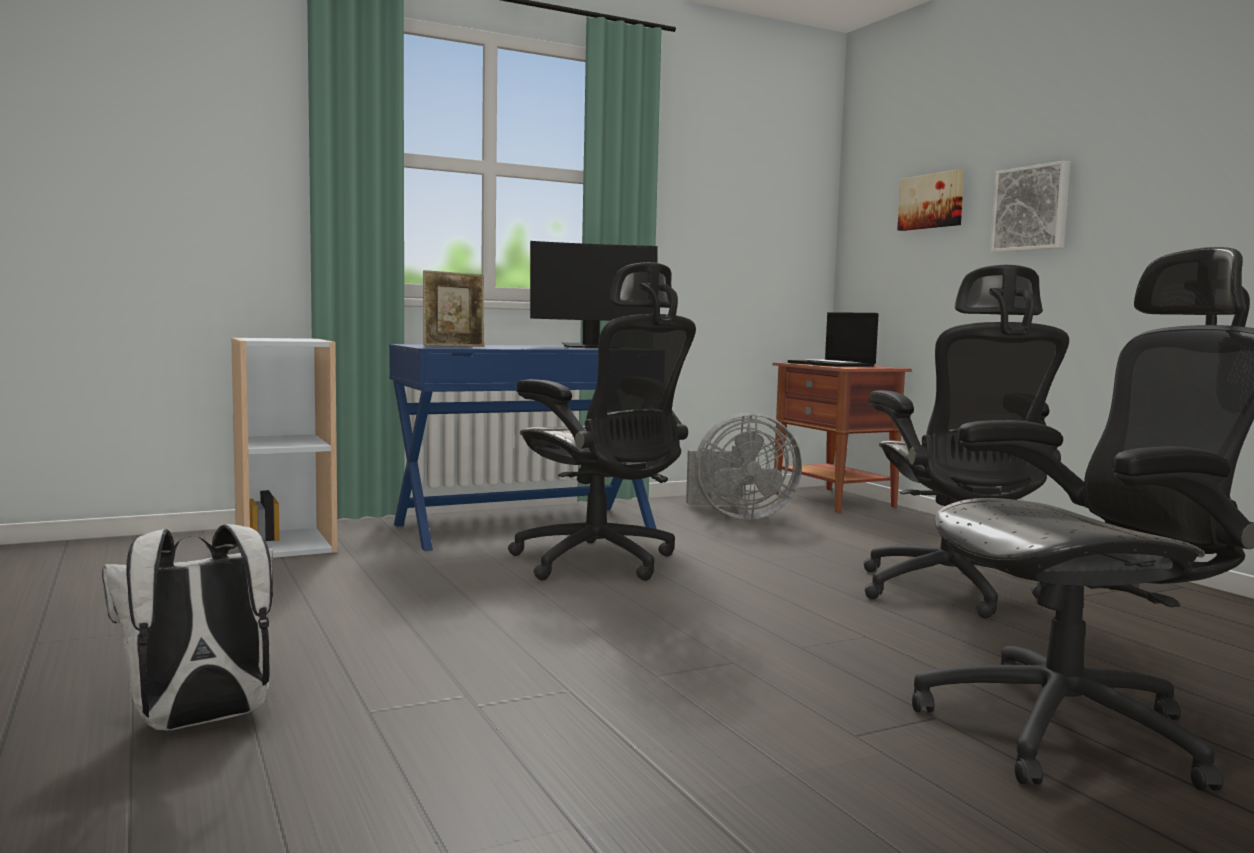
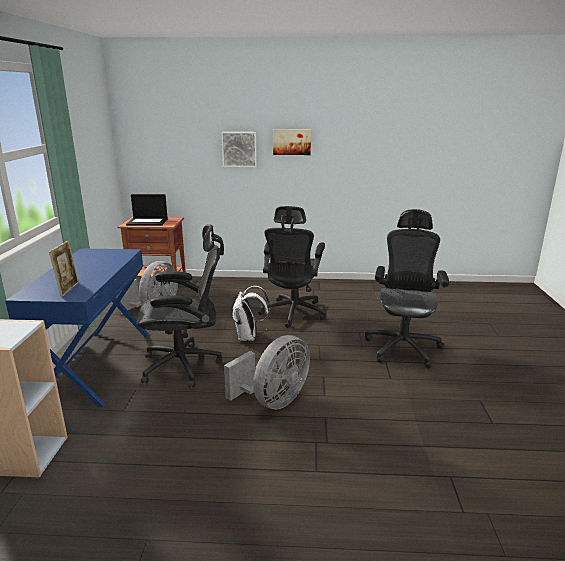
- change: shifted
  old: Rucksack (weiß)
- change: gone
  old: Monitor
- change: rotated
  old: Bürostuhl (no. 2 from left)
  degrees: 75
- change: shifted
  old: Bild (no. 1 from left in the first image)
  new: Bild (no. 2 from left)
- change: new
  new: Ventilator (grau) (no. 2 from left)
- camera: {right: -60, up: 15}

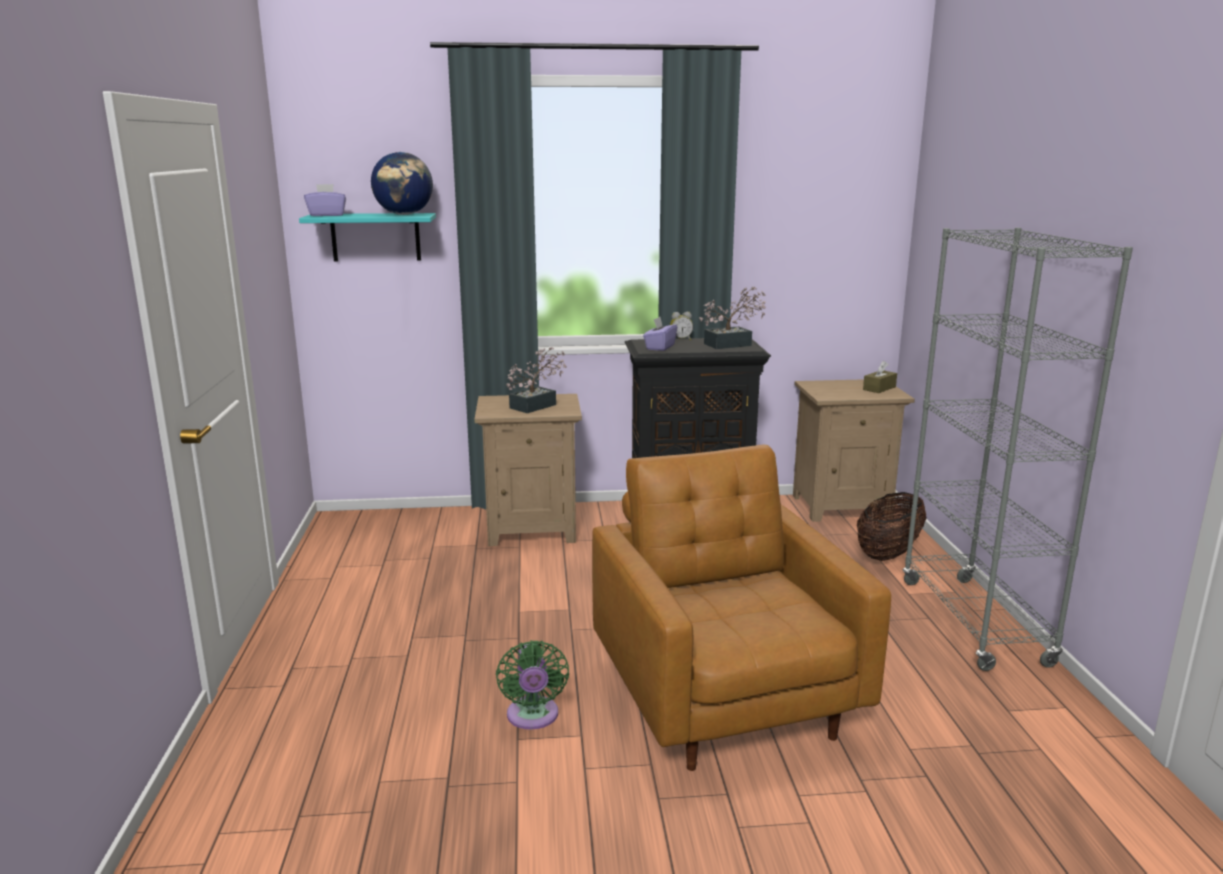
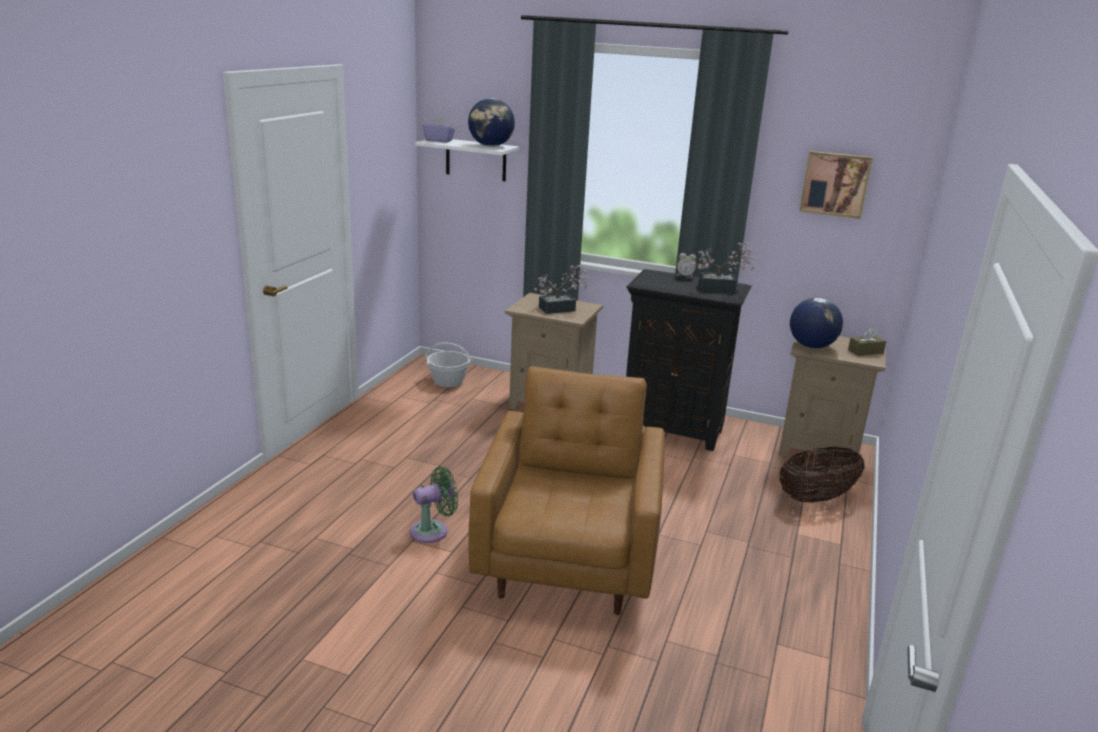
- change: repainted
  old: Wandregal (türkis)
  new: Wandregal (weiß)
- change: rotated
  old: Ventilator (grün)
  degrees: -135
- change: gone
  old: Taschentuchbox (lila) (no. 2 from left)
- change: gone
  old: Bücherregal (grau)
- change: new
  new: Korb (no. 1 from left)
- change: new
  new: Globus (no. 2 from left)
- change: new
  new: Bild
- camera: {right: 25, up: 5}

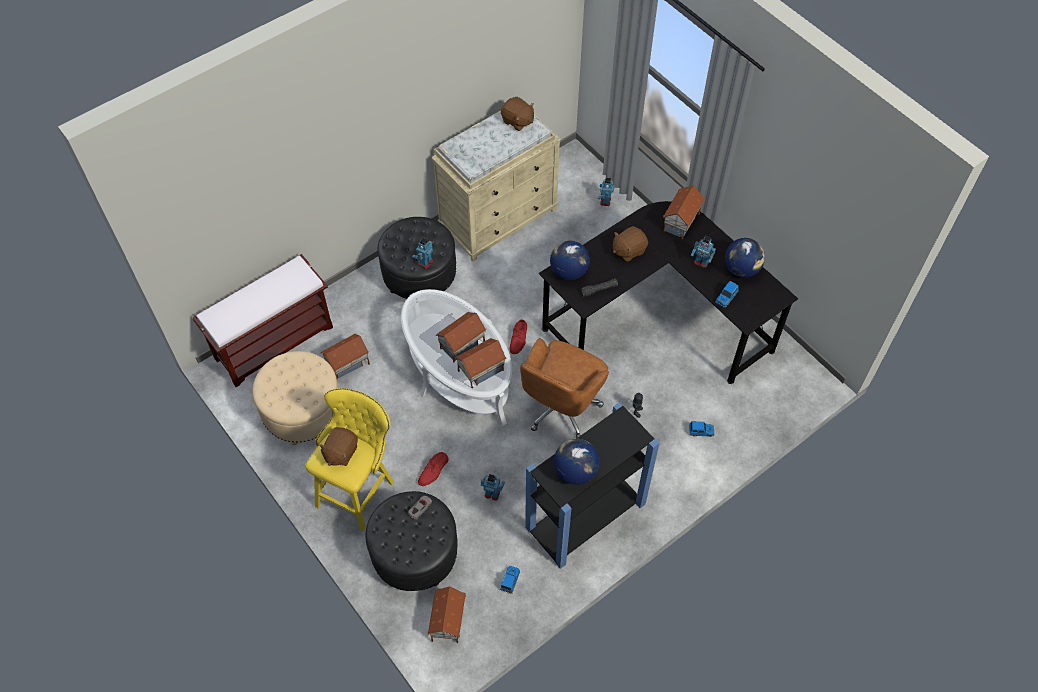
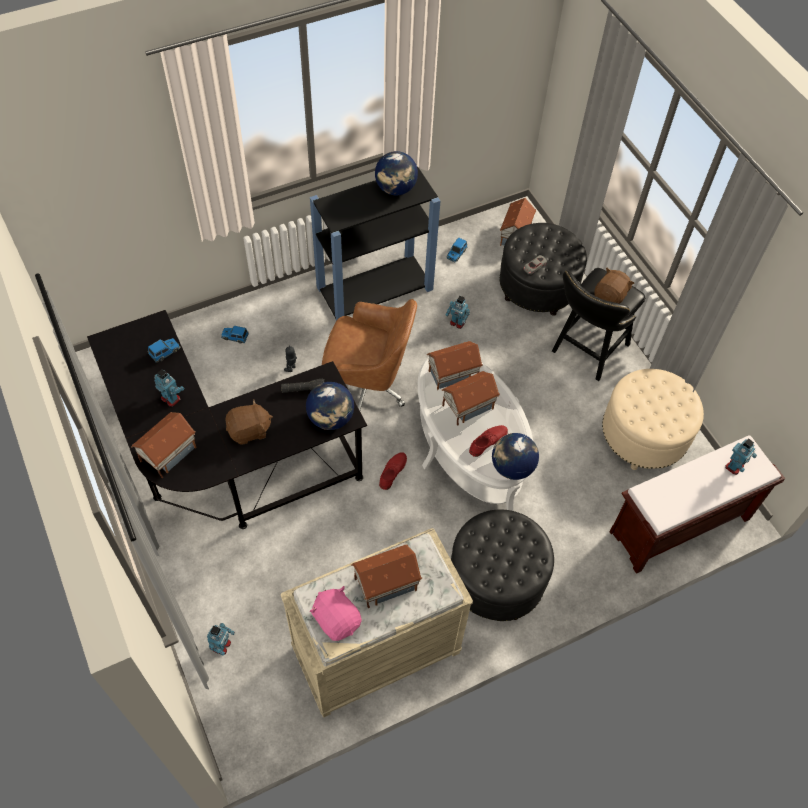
- change: repainted
  old: Hocker (gelb)
  new: Hocker (schwarz)
- change: shifted
  old: Spielzeughaus (no. 1 from left in the first image)
  new: Spielzeughaus (no. 2 from left)
- change: shifted
  old: Spielzeugroboter (no. 1 from left in the first image)
  new: Spielzeugroboter (no. 5 from left)
- change: shifted
  old: Schuh (rot) (no. 1 from left in the first image)
  new: Schuh (rot) (no. 2 from left)
- change: repainted
  old: Plüschtier (braun) (no. 2 from left)
  new: Plüschtier (rosa)
- change: rotated
  old: Bürostuhl (braun)
  degrees: 60
- change: shifted
  old: Globus (no. 3 from left)
- camera: {right: -170, up: 0}

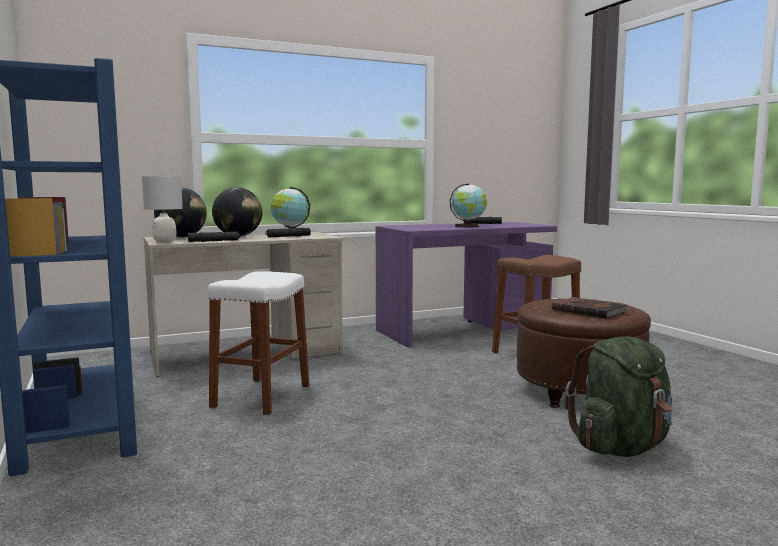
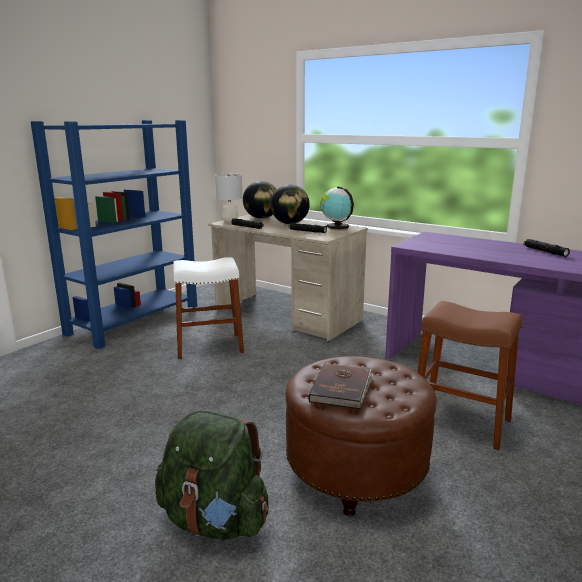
- change: gone
  old: Globus (no. 4 from left)
- camera: {right: 60, up: 10}

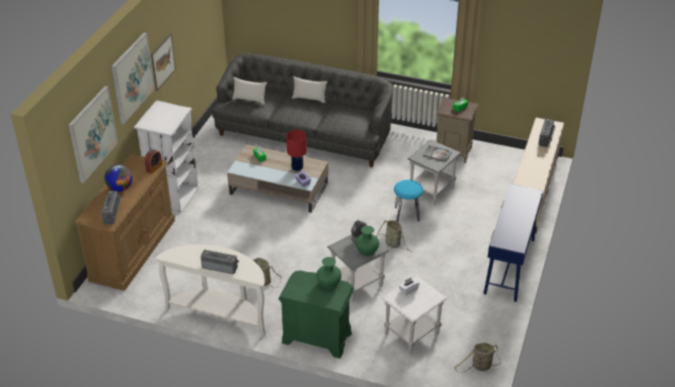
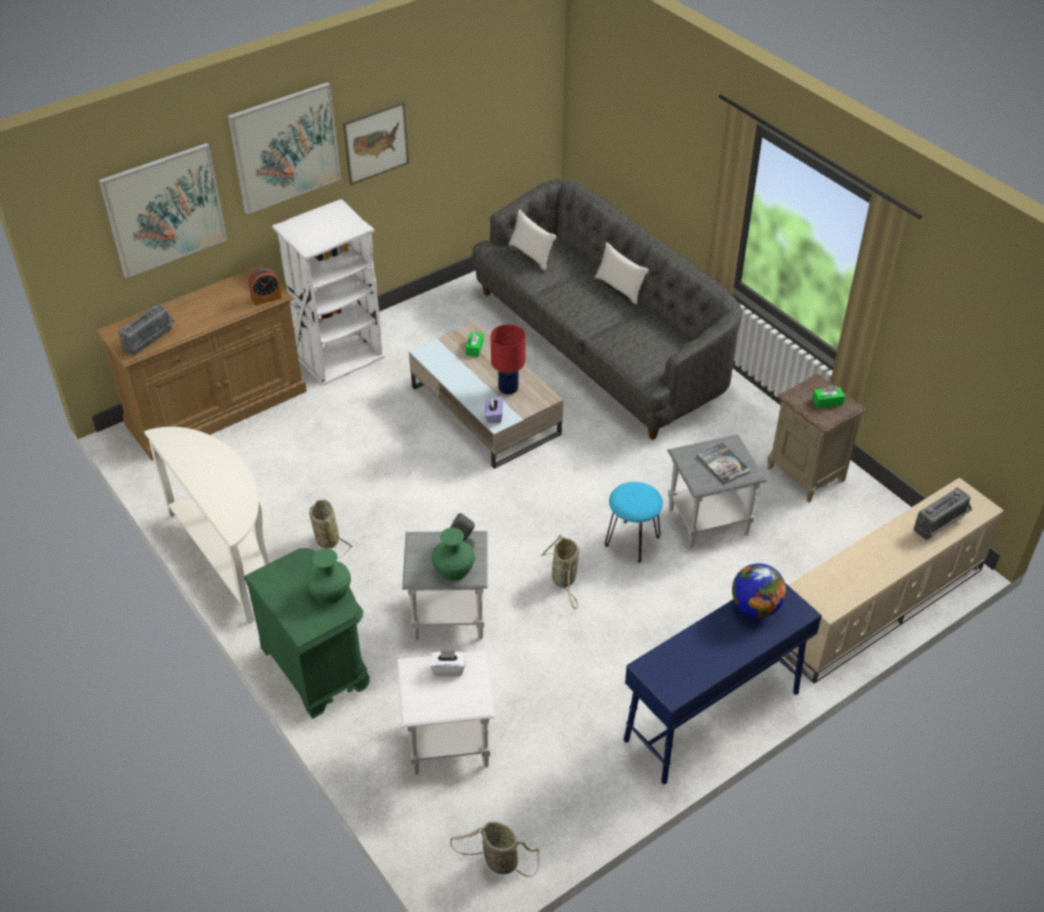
- change: shifted
  old: Globus
- change: gone
  old: Radio (no. 2 from left)
- camera: {right: 35, up: 5}

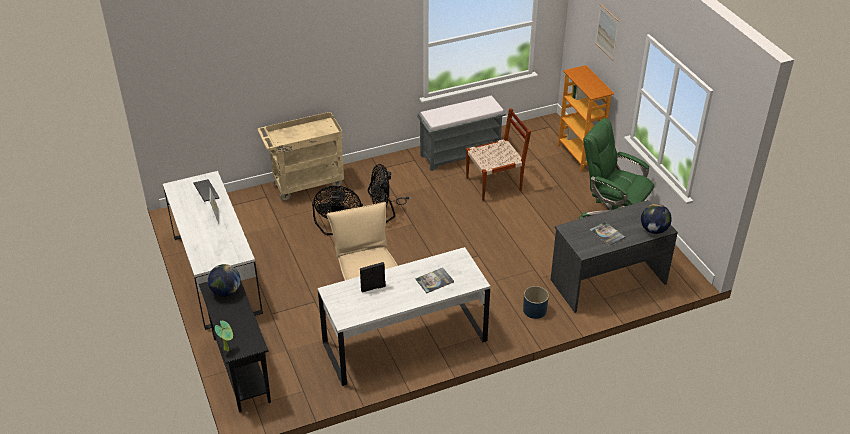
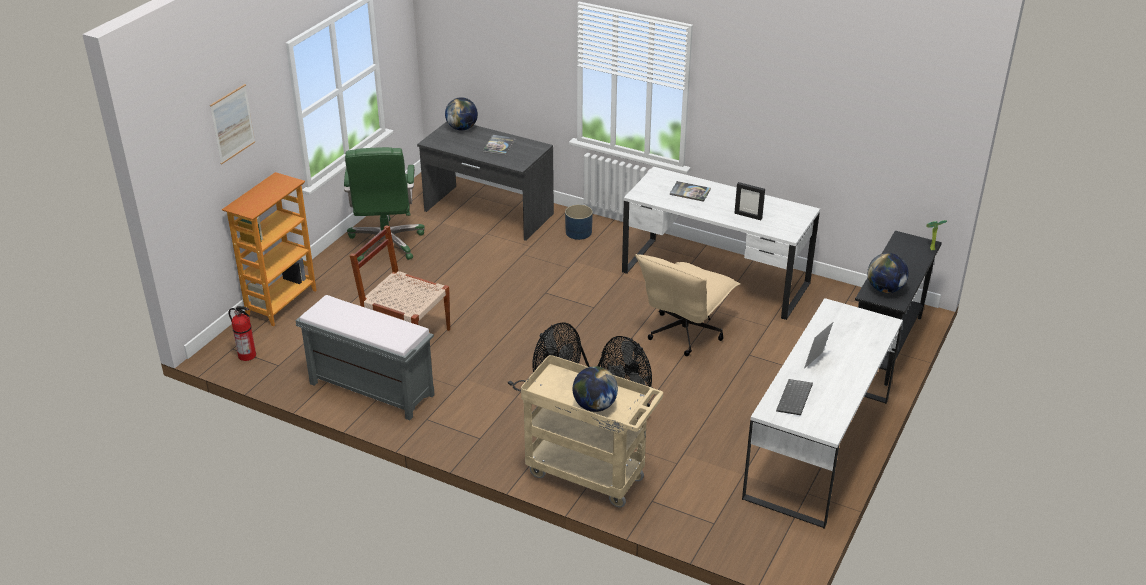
- change: new
  new: Feuerlöscher
- change: new
  new: Globus (no. 2 from left)
- camera: {right: -130, up: -5}

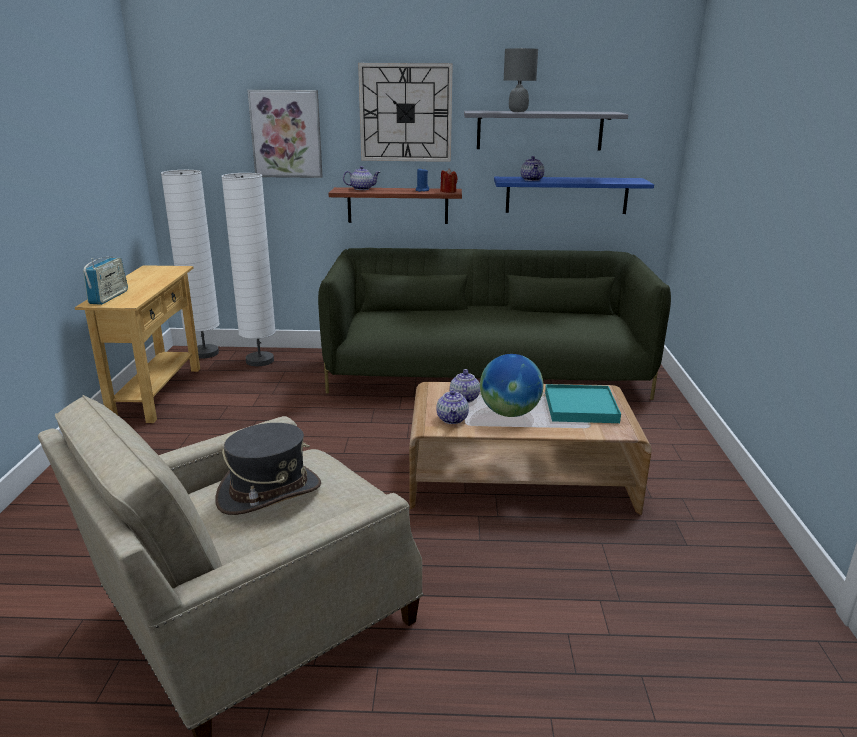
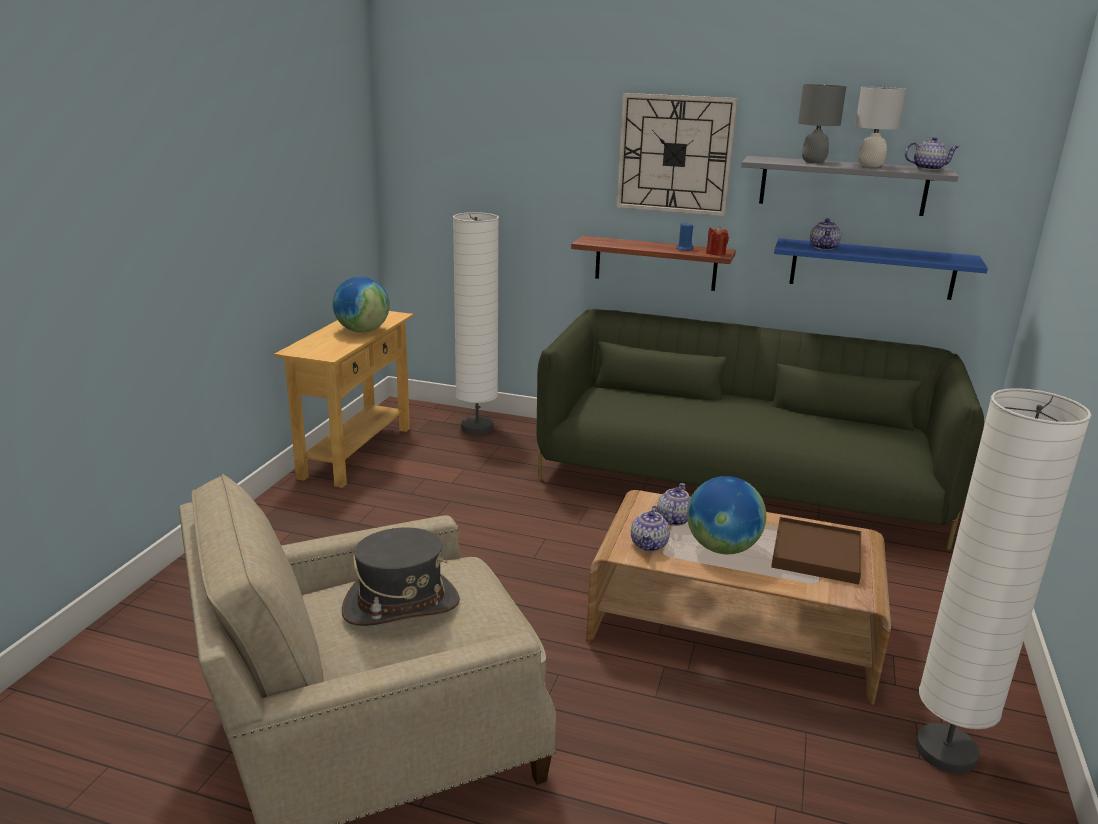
- change: gone
  old: Radio
- change: shifted
  old: Stehlampe (weiß) (no. 1 from left in the first image)
  new: Stehlampe (weiß) (no. 2 from left)
- change: gone
  old: Bild
- change: shifted
  old: Teekanne (no. 1 from left in the first image)
  new: Teekanne (no. 4 from left)
- change: repainted
  old: Tablett (türkis)
  new: Tablett (braun)
- change: new
  new: Globus (no. 1 from left)
- change: new
  new: Tischlampe (grau) (no. 2 from left)
- camera: {right: 15, up: 0}

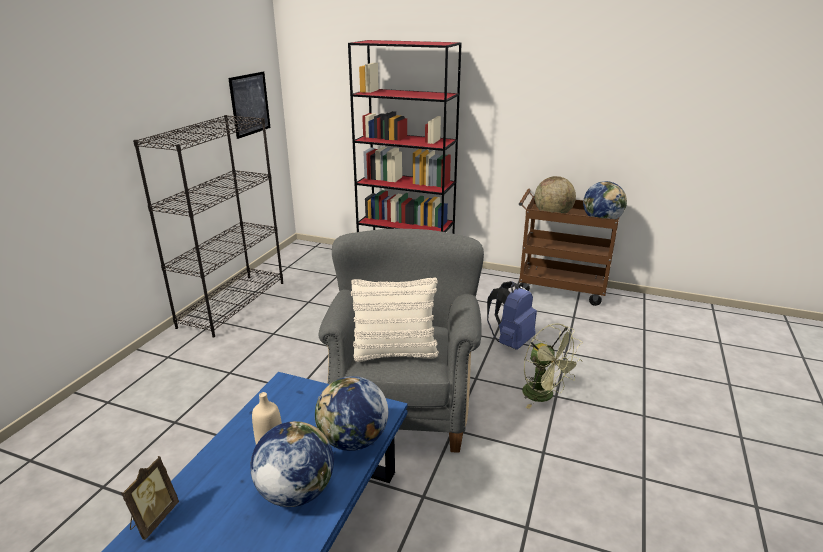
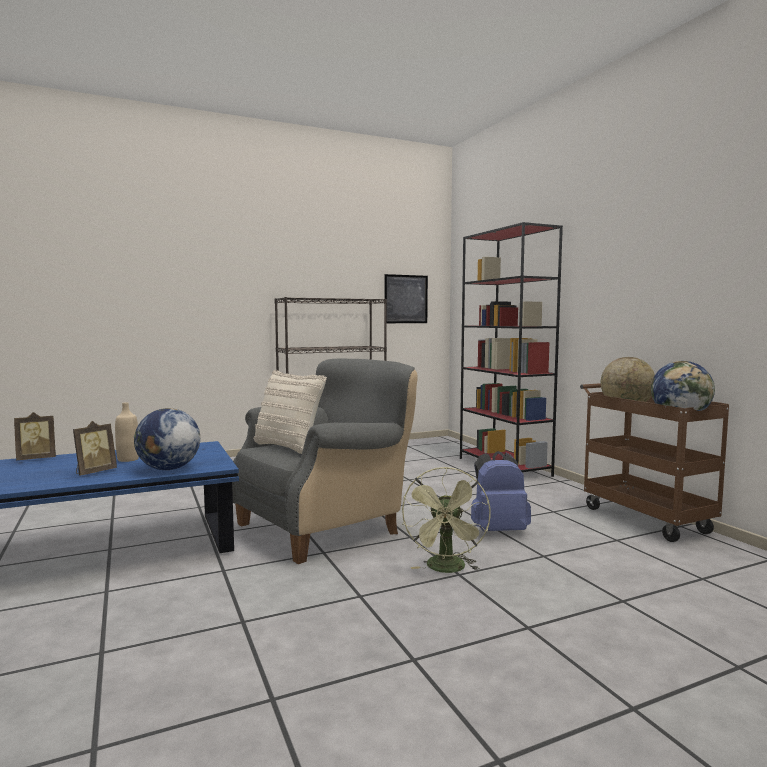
- change: swapped
  old: Globus (no. 1 from left)
  new: Bilderrahmen (no. 2 from left)
- camera: {right: 45, up: -20}

